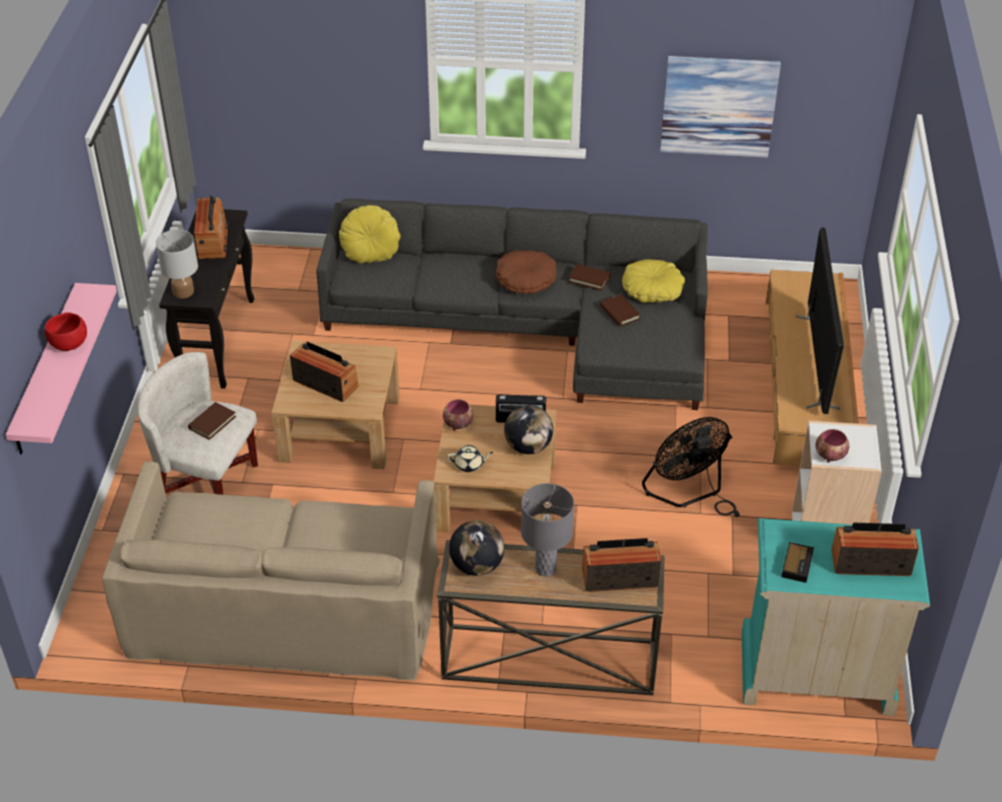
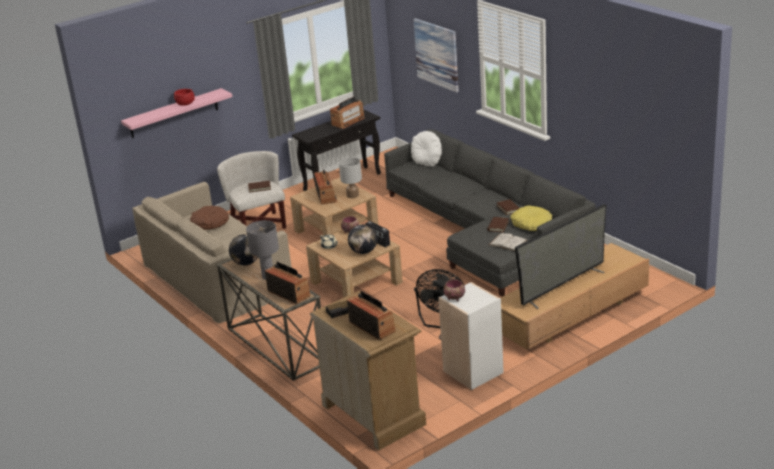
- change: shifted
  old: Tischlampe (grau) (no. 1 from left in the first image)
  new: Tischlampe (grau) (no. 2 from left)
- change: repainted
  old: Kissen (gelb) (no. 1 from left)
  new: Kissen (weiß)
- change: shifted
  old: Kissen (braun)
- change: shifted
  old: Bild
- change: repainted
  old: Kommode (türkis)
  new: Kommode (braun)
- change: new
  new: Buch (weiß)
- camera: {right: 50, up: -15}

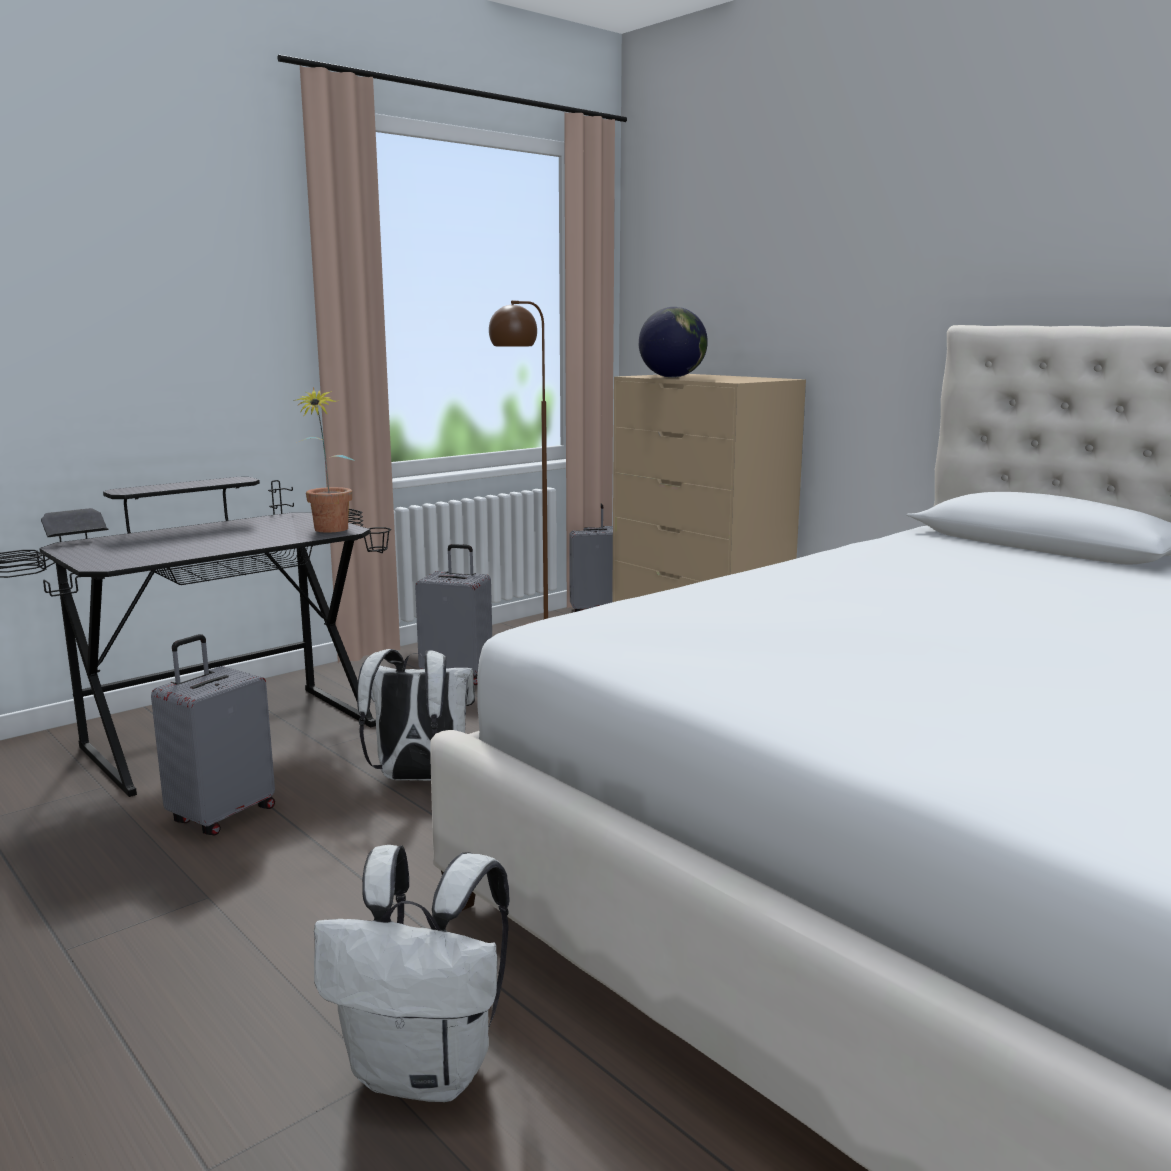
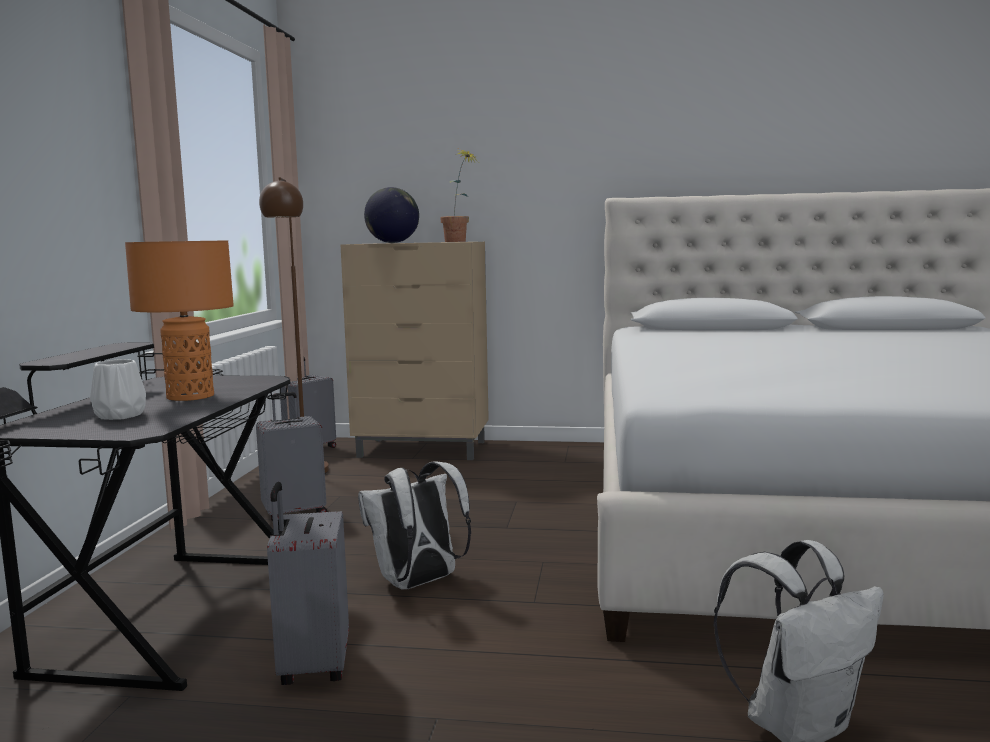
- change: shifted
  old: Topfpflanze
- change: new
  new: Vase (weiß)
- change: new
  new: Tischlampe (orange)
- camera: {right: -40, up: -5}

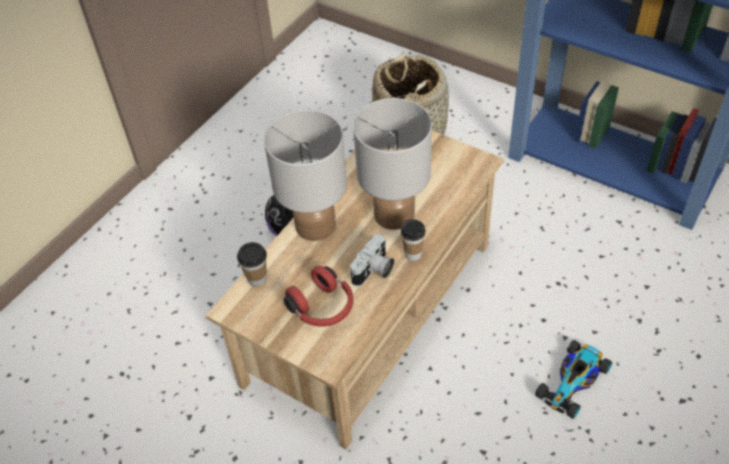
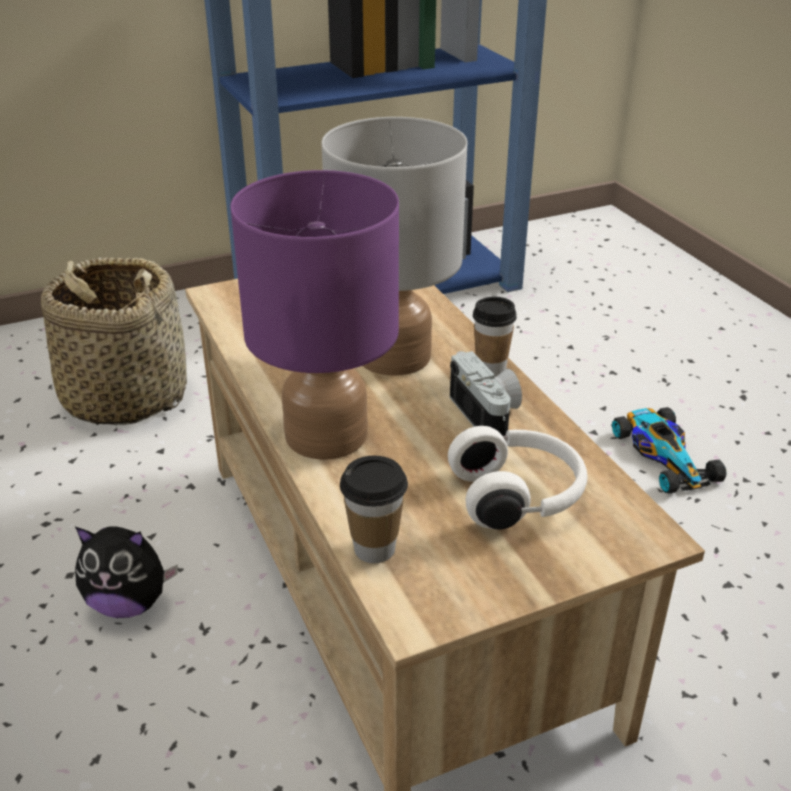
- change: repainted
  old: Tischlampe (grau) (no. 1 from left)
  new: Tischlampe (lila)
- change: repainted
  old: Kopfhörer (rot)
  new: Kopfhörer (weiß)
- camera: {right: -60, up: -15}

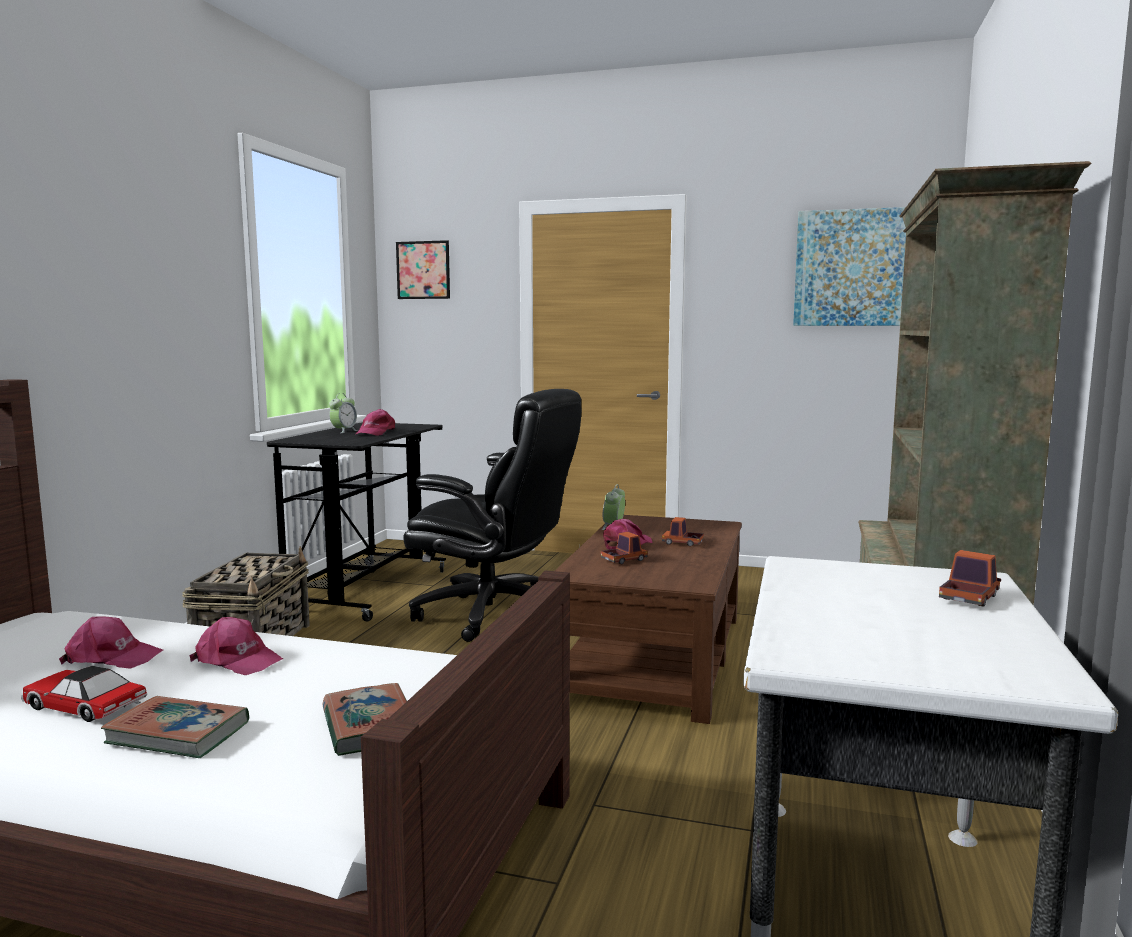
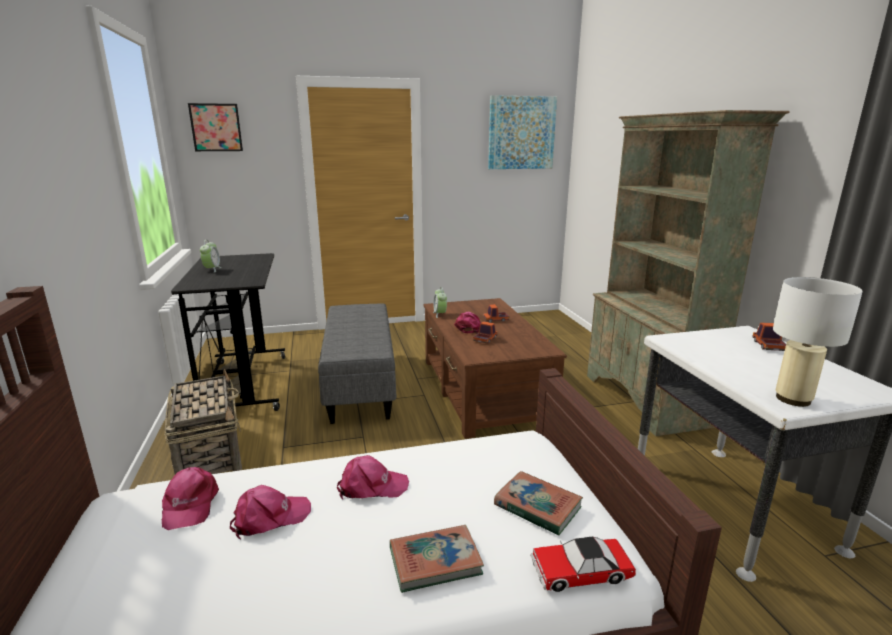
- change: shifted
  old: Spielzeugauto
- change: shifted
  old: Kappe (rosa) (no. 3 from left in the first image)
  new: Kappe (rosa) (no. 1 from left)
- change: swapped
  old: Bürostuhl (schwarz)
  new: Polsterhocker (grau)
- change: new
  new: Tischlampe (weiß)
- camera: {right: -30, up: 10}

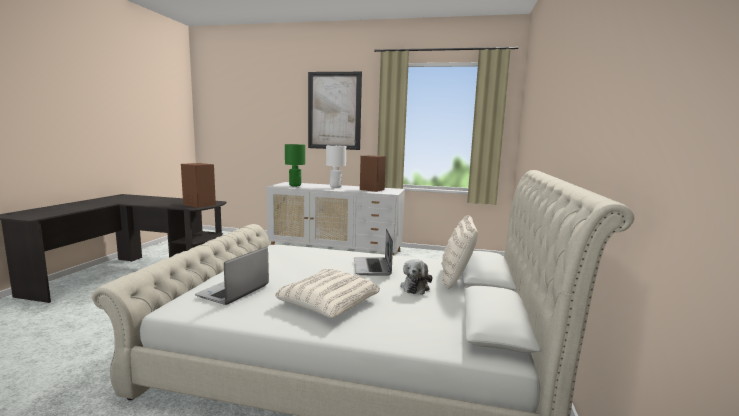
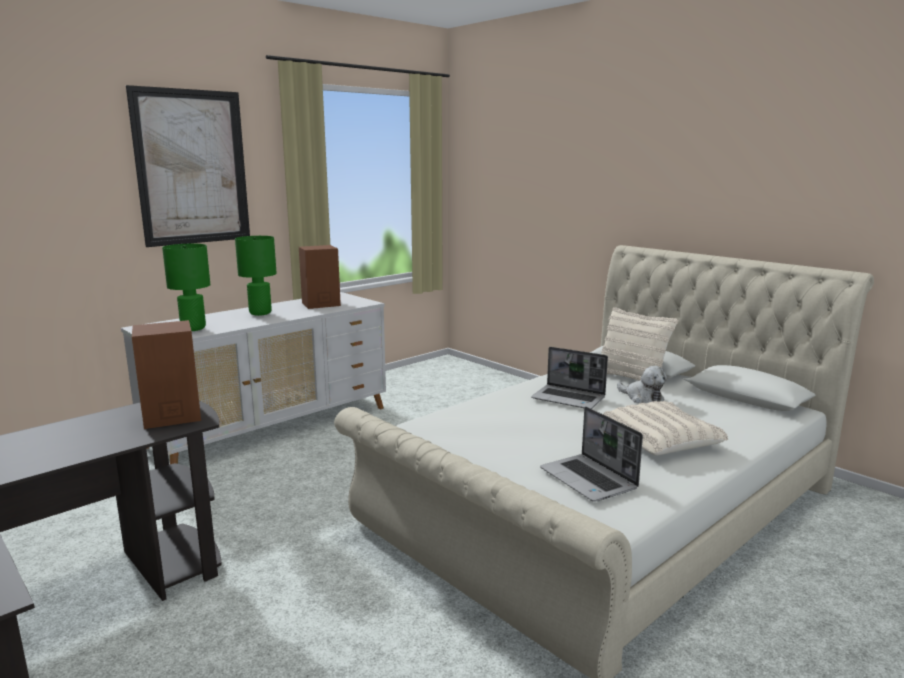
- change: repainted
  old: Tischlampe (weiß)
  new: Tischlampe (grün) (no. 2 from left)
- camera: {right: -55, up: 5}

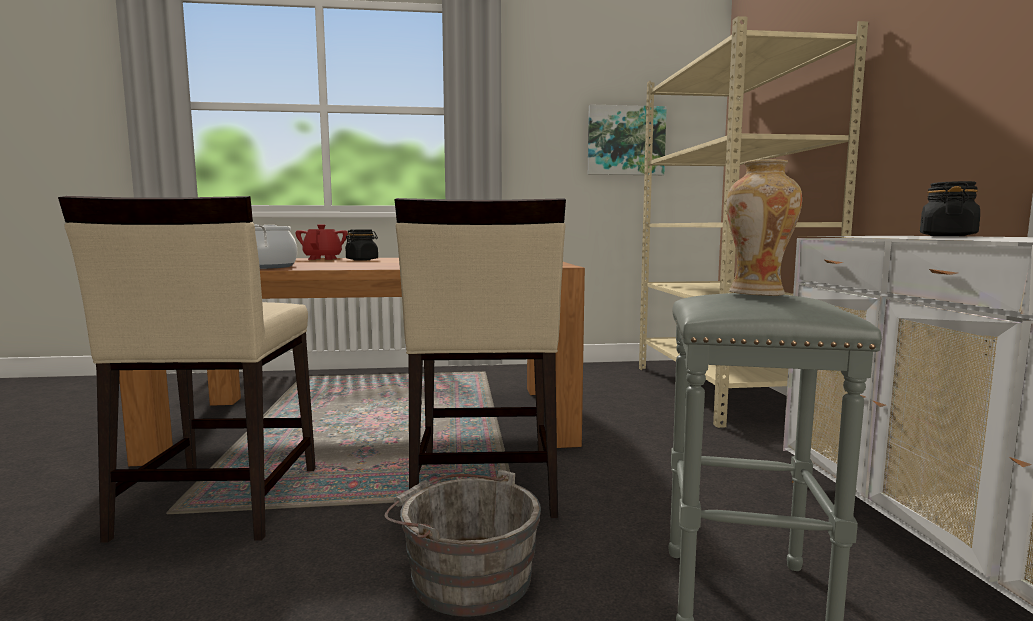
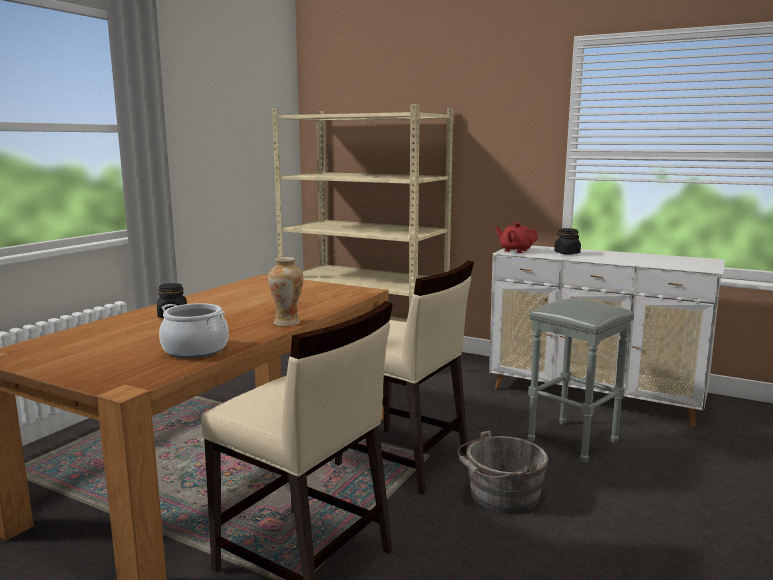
- change: shifted
  old: Teekanne (rot)
- change: gone
  old: Bild
- change: shifted
  old: Vase
- camera: {right: -55, up: 5}

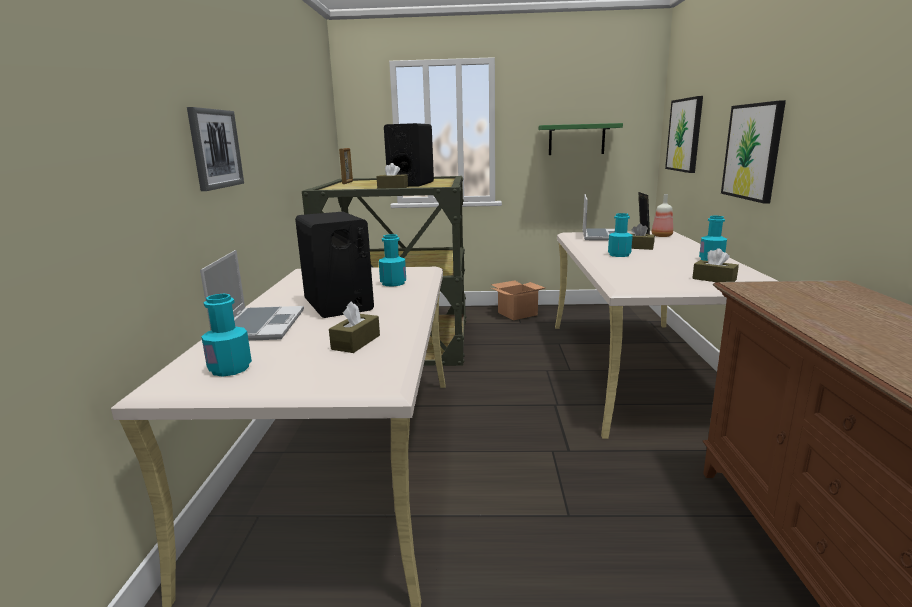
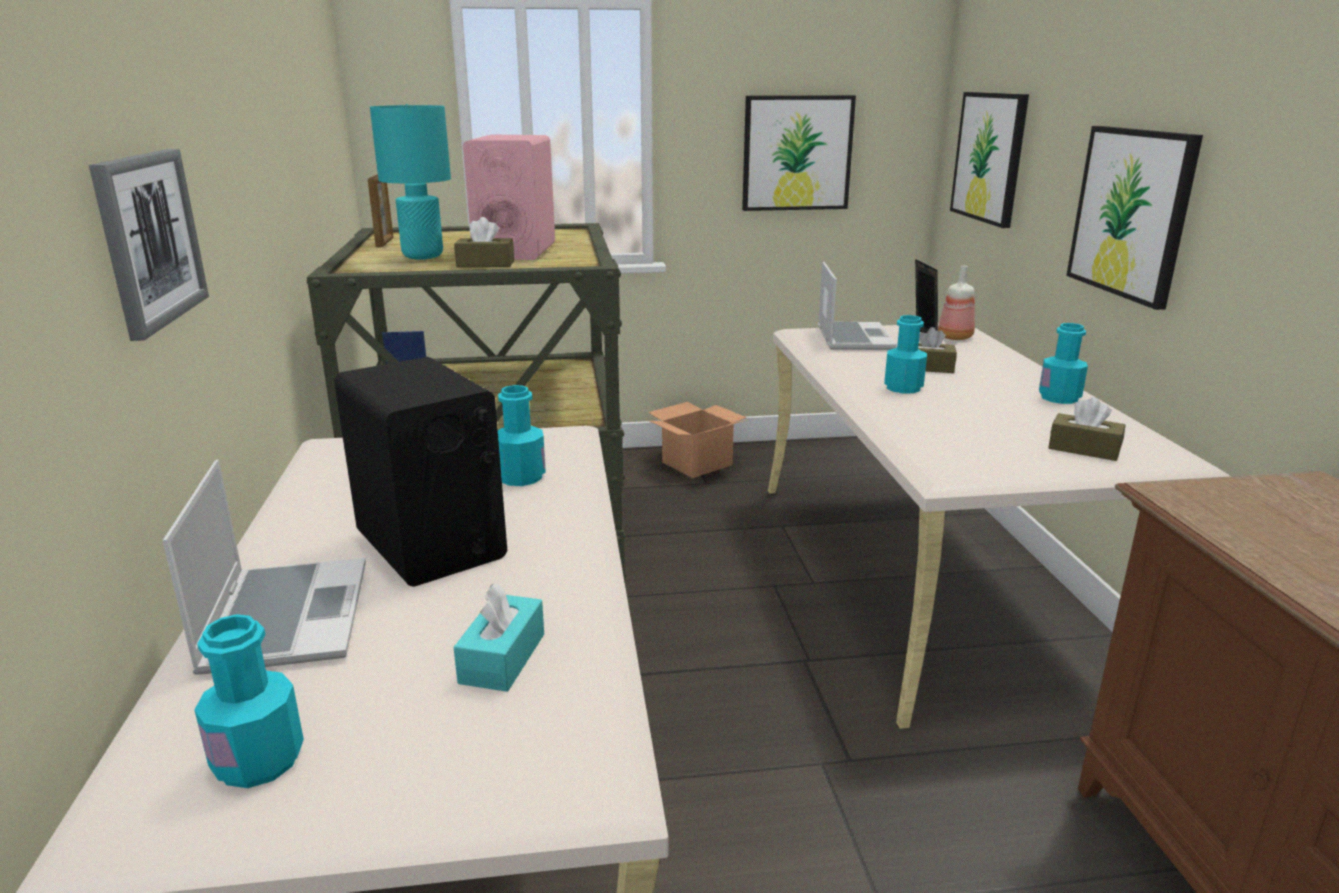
- change: repainted
  old: Taschentuchbox (braun) (no. 1 from left)
  new: Taschentuchbox (türkis)
- change: repainted
  old: Lautsprecher (schwarz) (no. 2 from left)
  new: Lautsprecher (rosa)
- change: swapped
  old: Wandregal (grün)
  new: Bild (no. 2 from left)
- change: new
  new: Tischlampe (türkis)
- camera: {right: -10, up: 5}

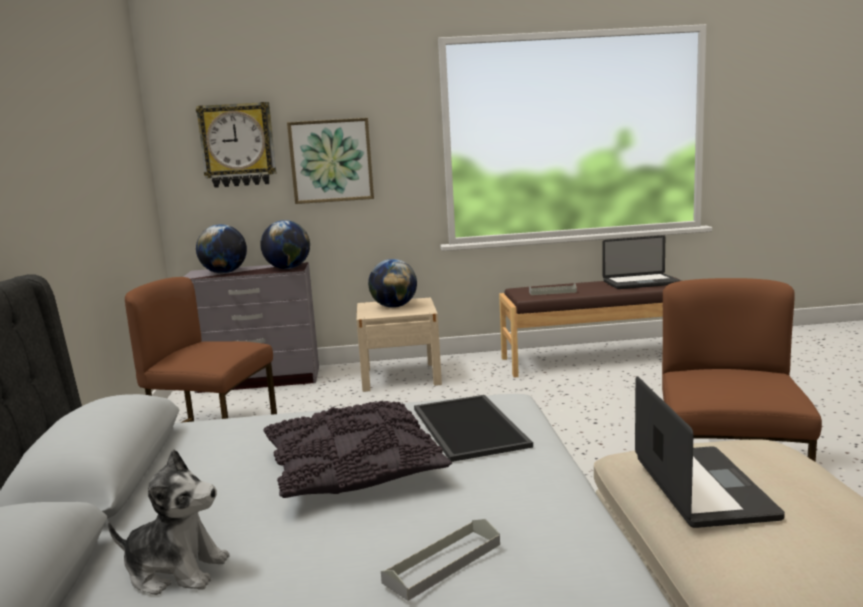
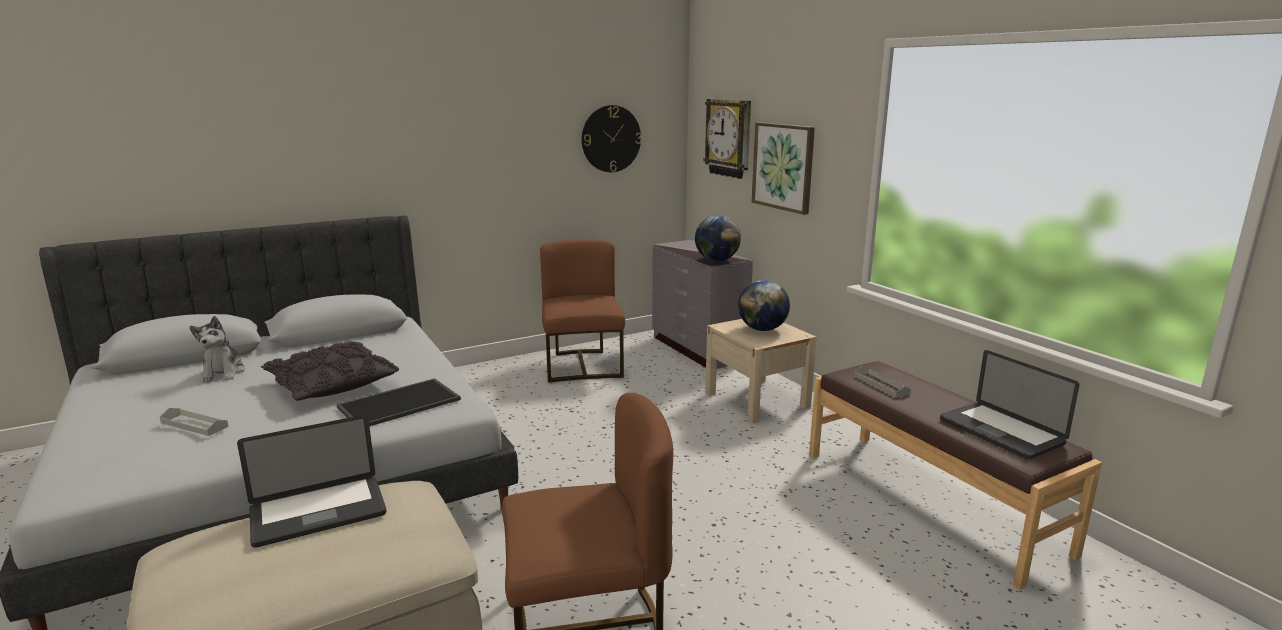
- change: gone
  old: Globus (no. 1 from left)
- change: new
  new: Wanduhr (no. 1 from left)
- camera: {right: 65, up: 5}

